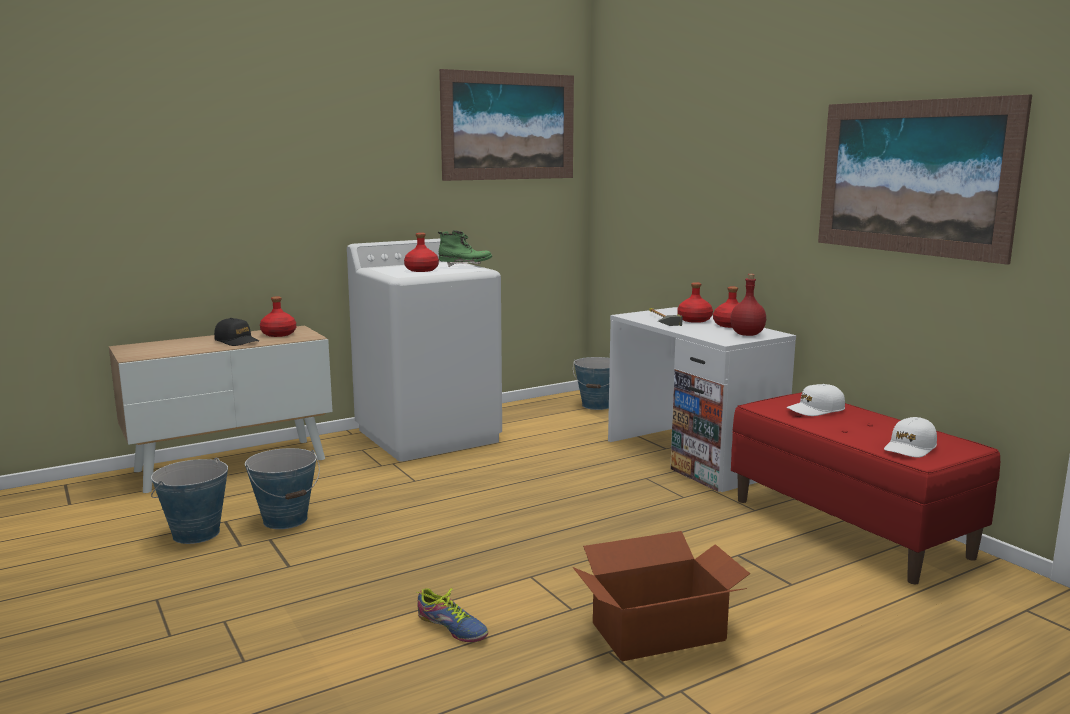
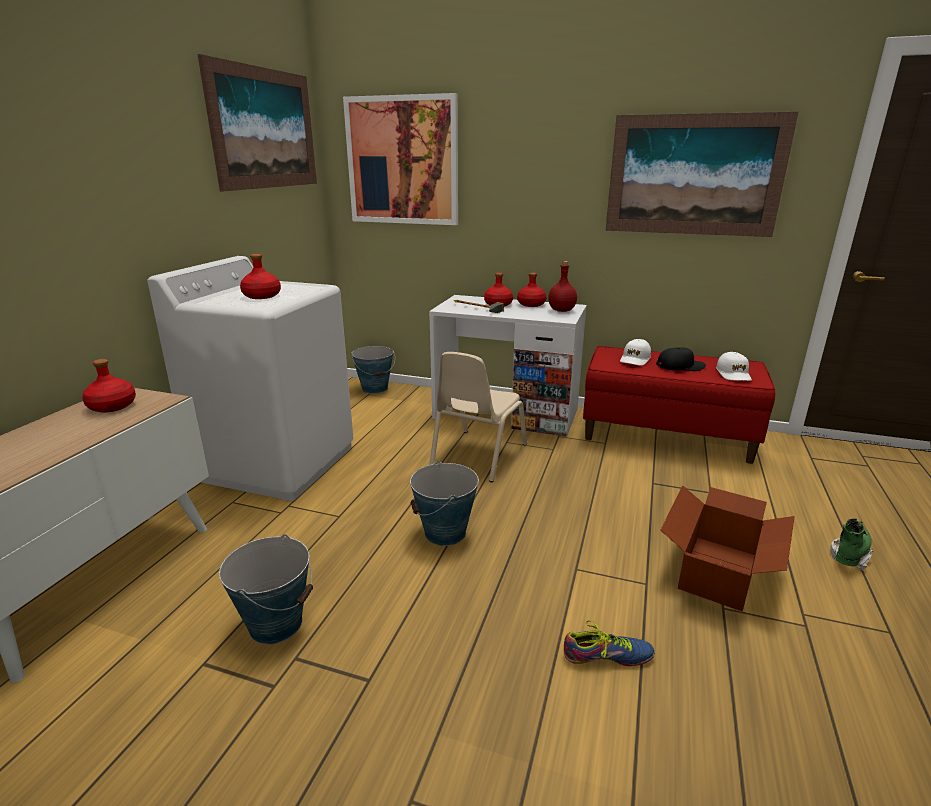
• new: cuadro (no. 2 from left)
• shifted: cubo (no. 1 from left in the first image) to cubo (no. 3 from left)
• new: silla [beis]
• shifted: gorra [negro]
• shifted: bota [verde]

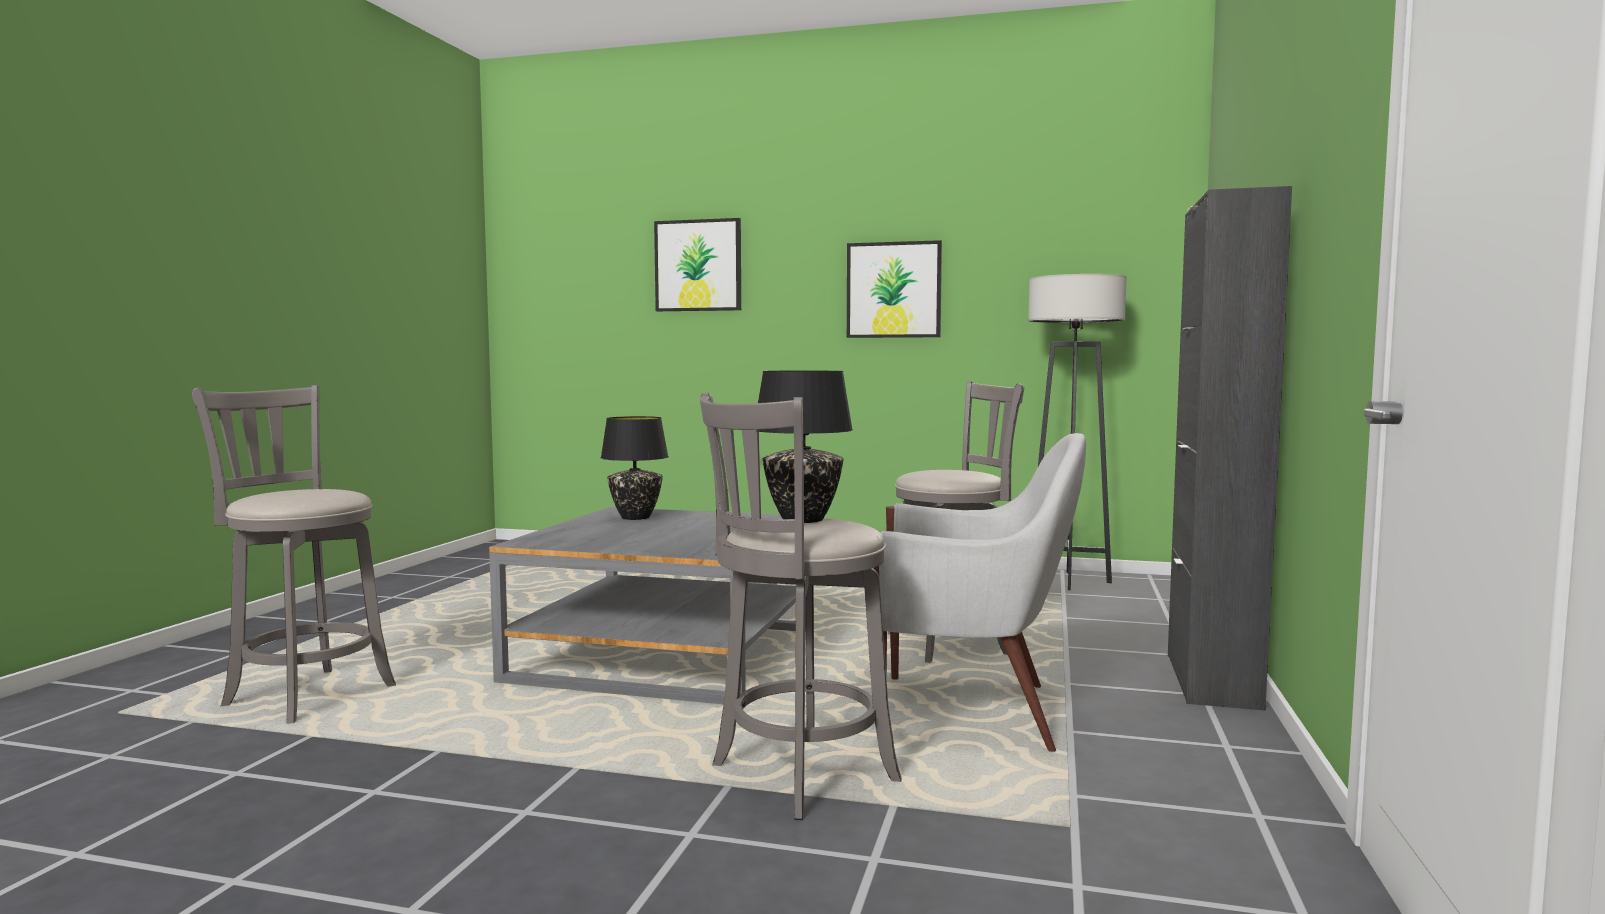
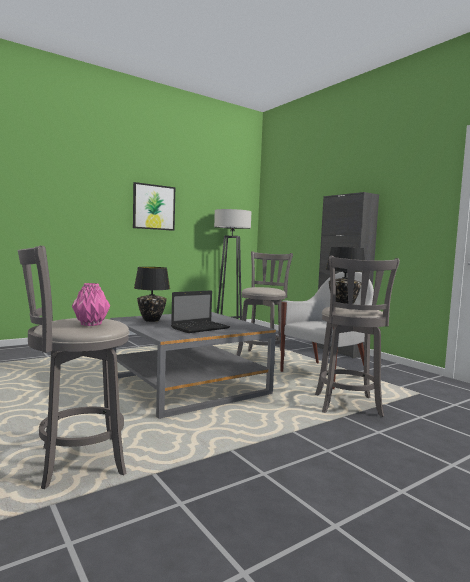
• new: florero [rosa]
• new: portátil
• gone: cuadro (no. 1 from left)

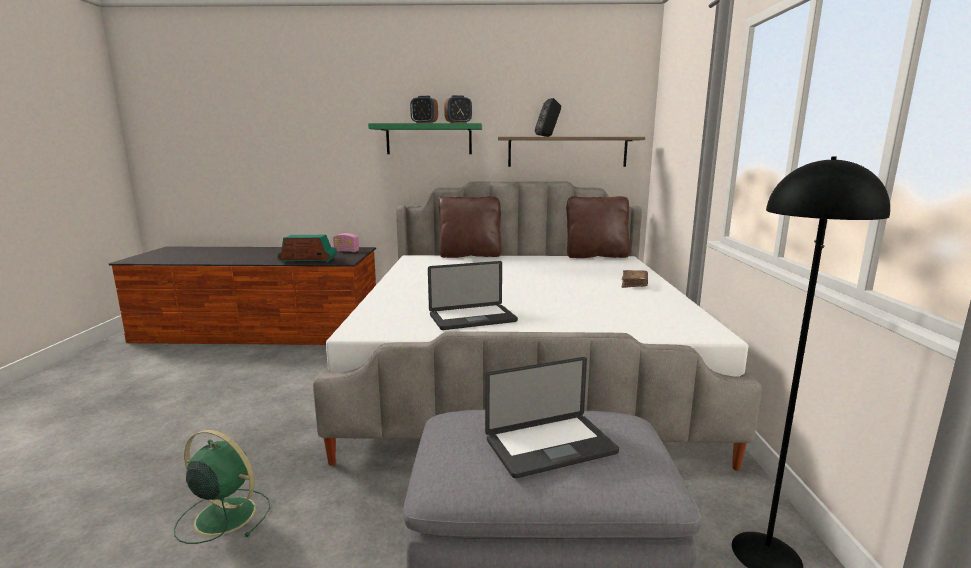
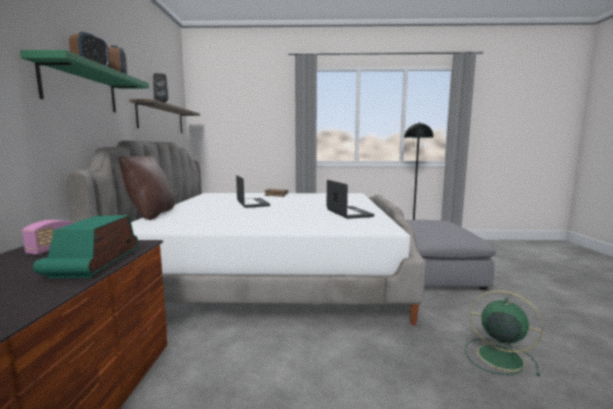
• shifted: portátil (no. 2 from left in the first image) to portátil (no. 1 from left)
• rotated: ventilador [verde] 105 degrees clockwise
• gone: cojín [marrón] (no. 2 from left)

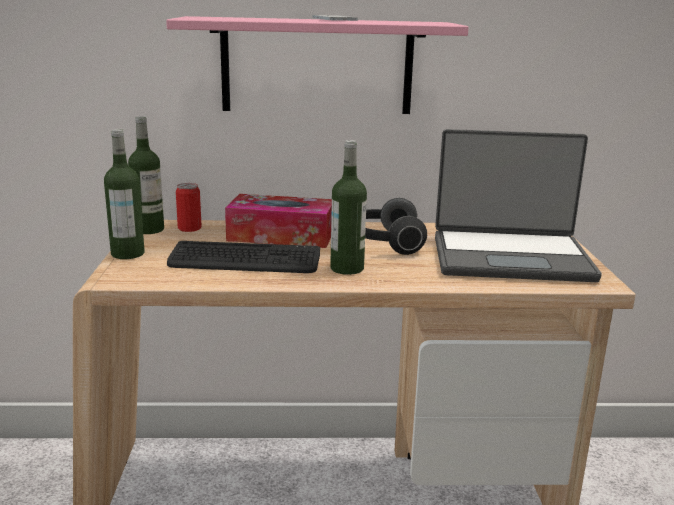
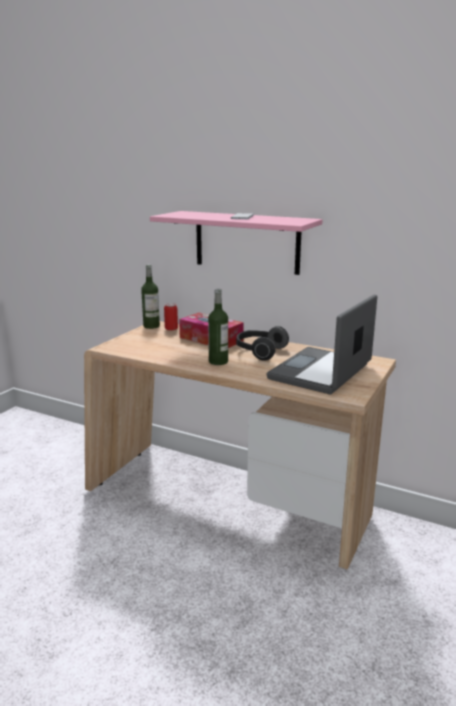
• rotated: portátil 90 degrees clockwise
• gone: botella (no. 1 from left)
• gone: teclado

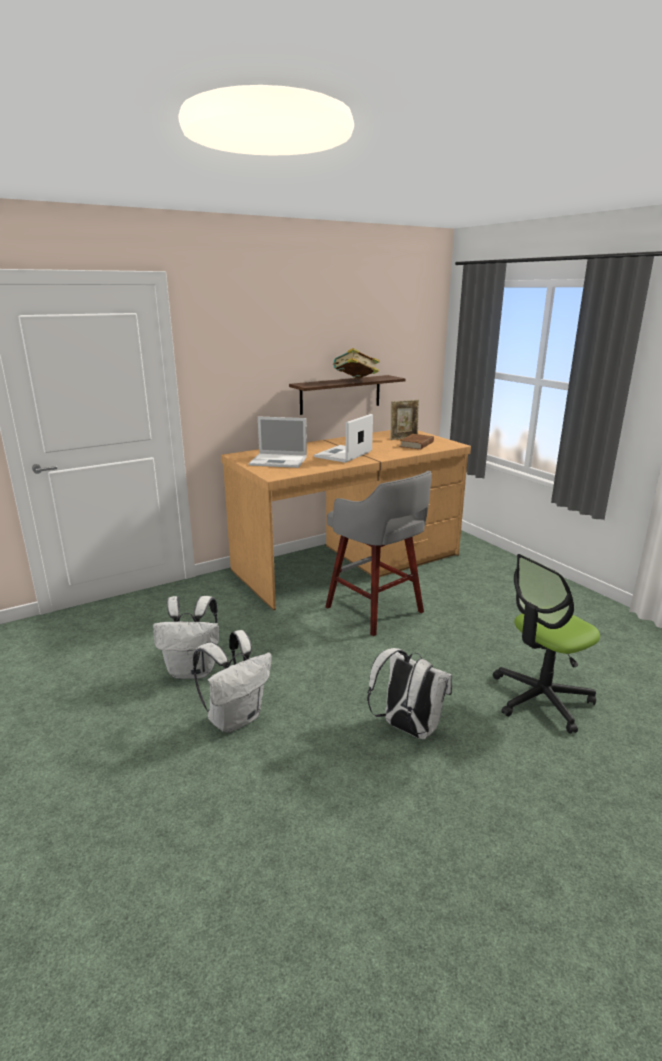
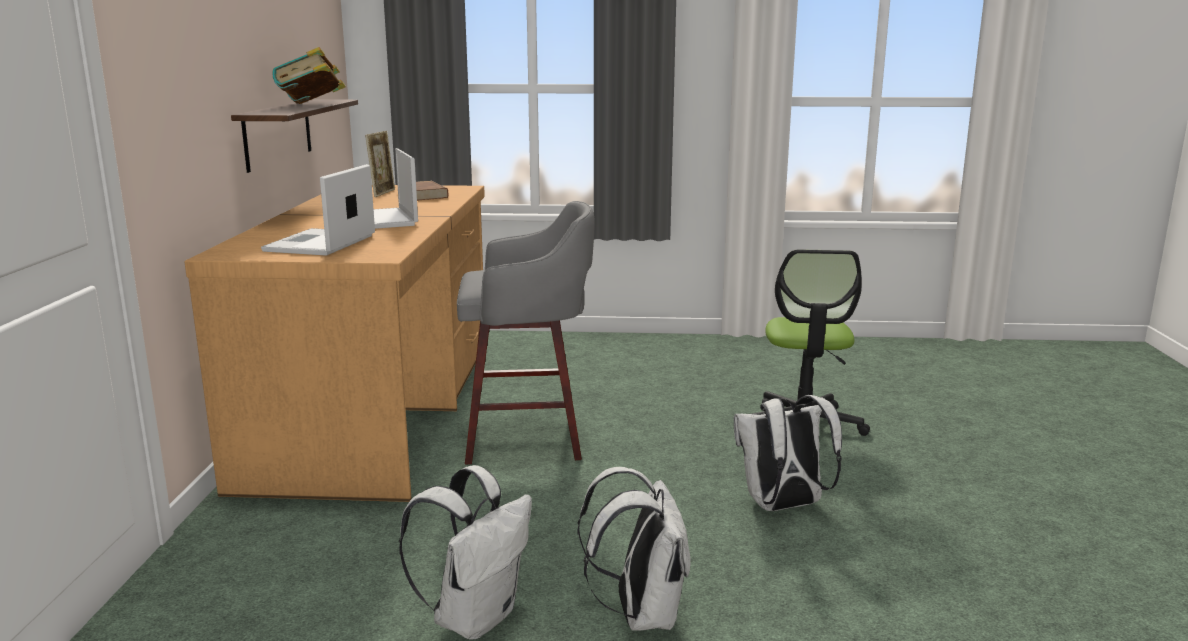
• rotated: portátil (no. 1 from left) 150 degrees clockwise

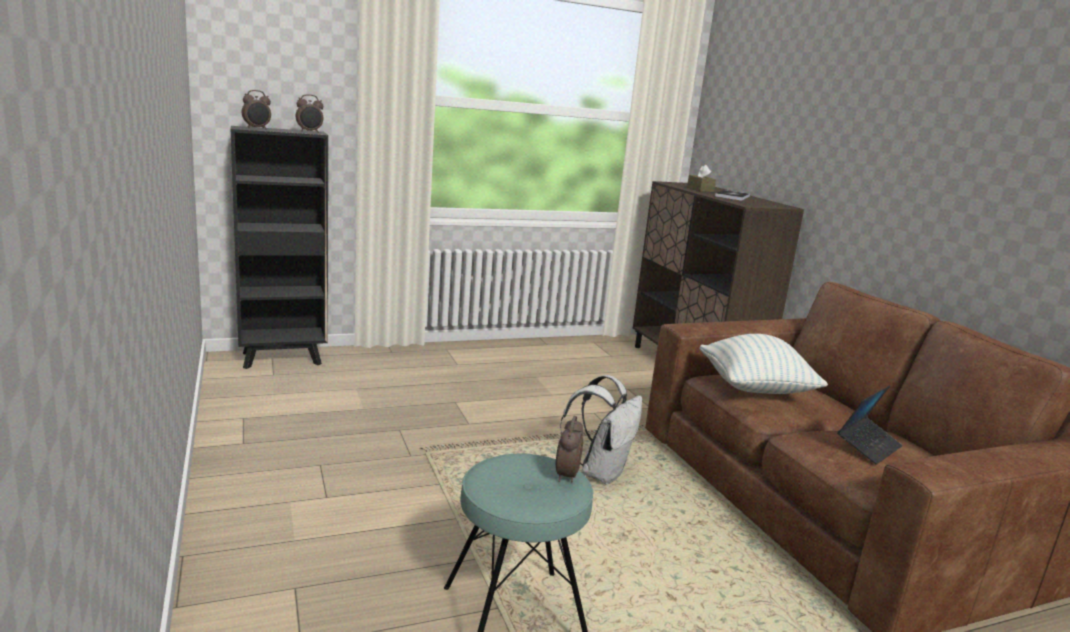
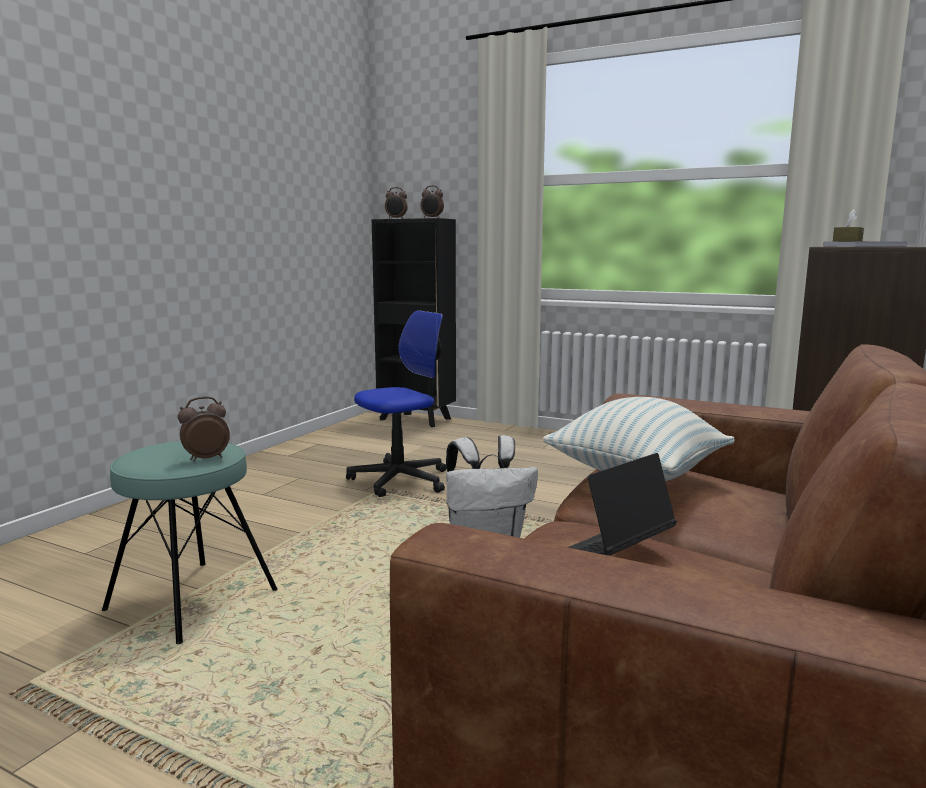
• new: silla de oficina
• rotated: portátil 135 degrees clockwise

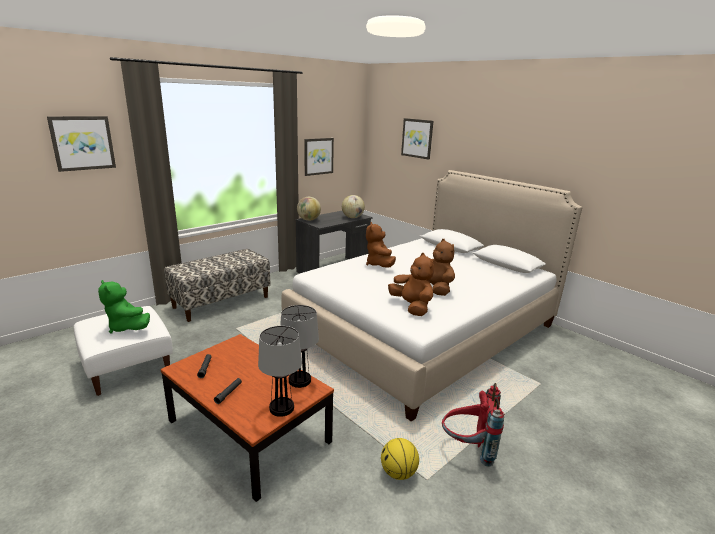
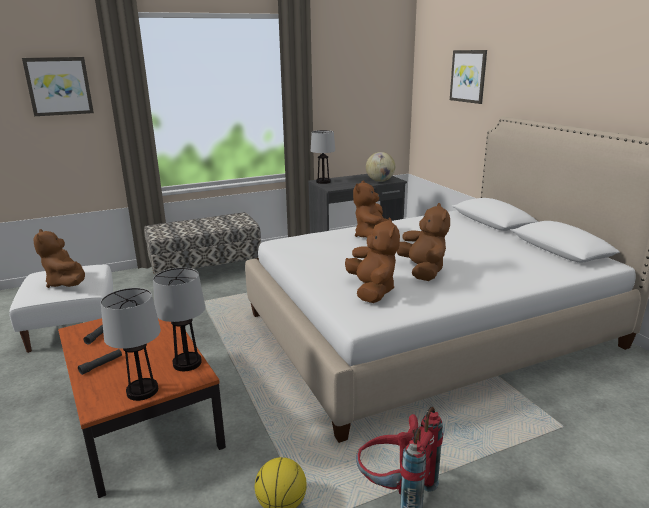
• repainted: peluche [verde] to peluche [marrón] (no. 1 from left)
• swapped: globo terráqueo (no. 1 from left) to lámpara de mesa (no. 3 from left)
• gone: cuadro (no. 2 from left)

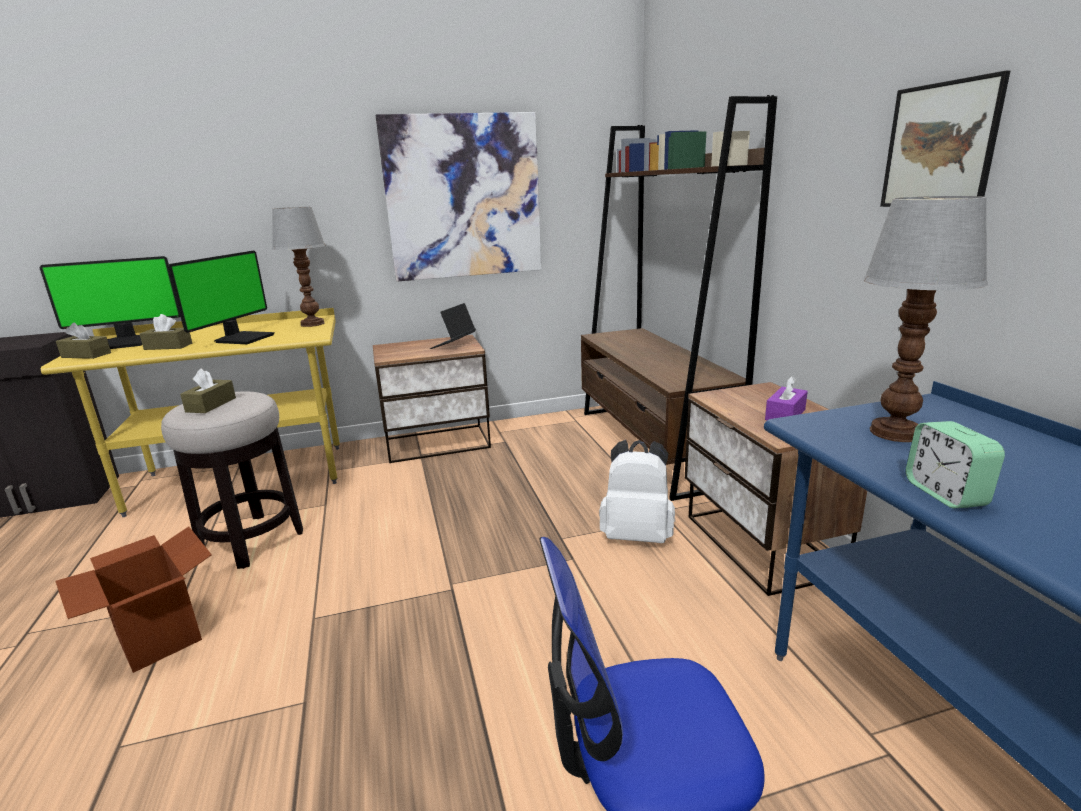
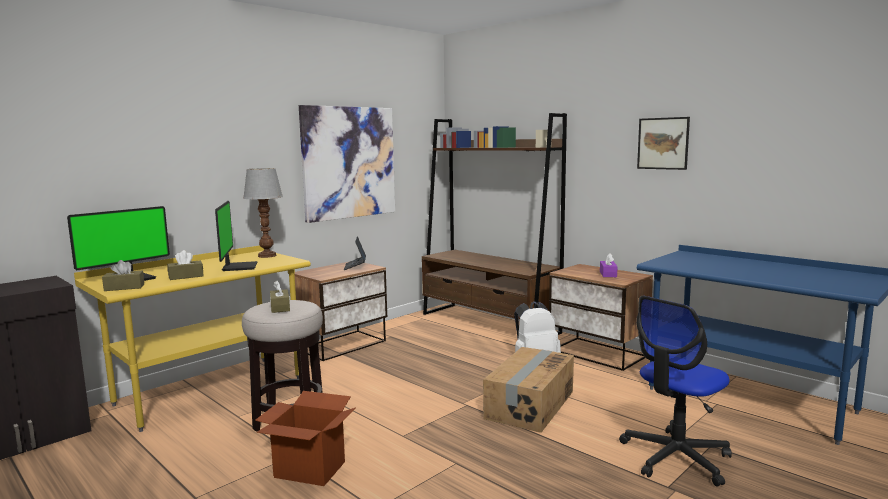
• new: caja de cartón (no. 2 from left)
• gone: lámpara de mesa (no. 2 from left)
• gone: despertador

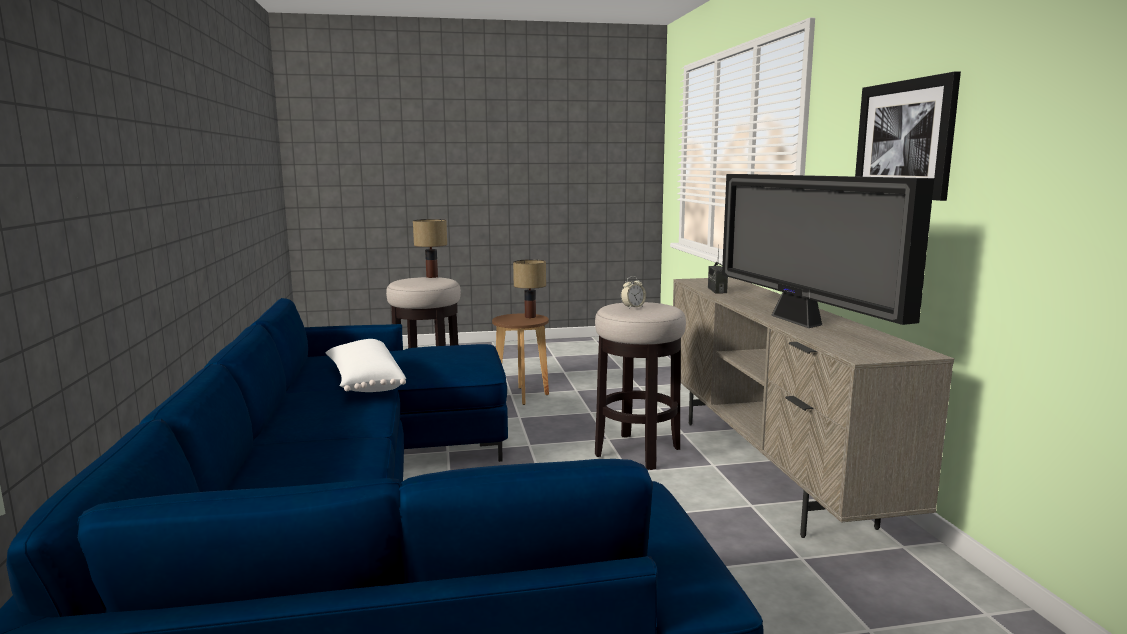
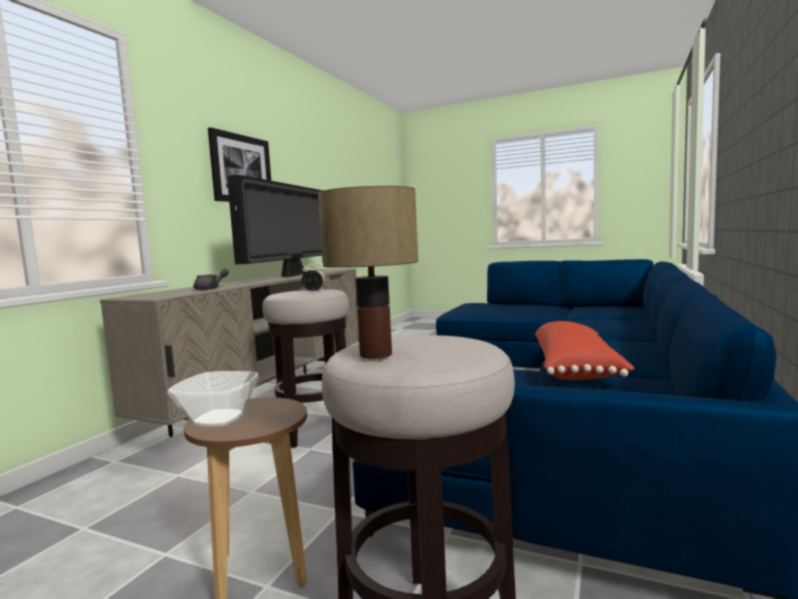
• swapped: lámpara de mesa (no. 2 from left) to cuenco
• swapped: radio to tetera [gris]
• repainted: cojín [blanco] to cojín [rojo]

